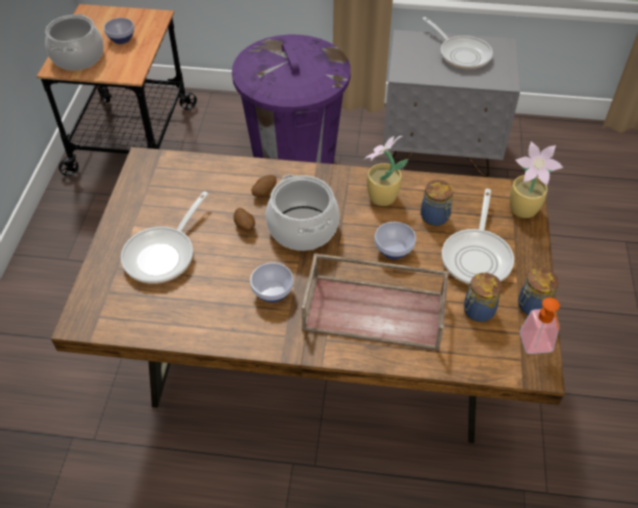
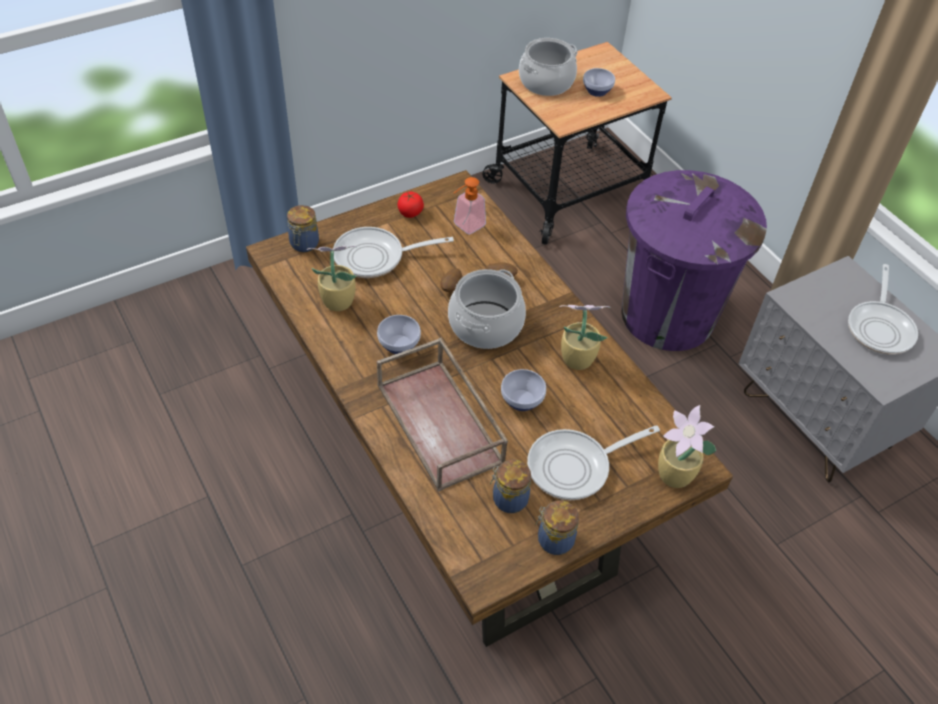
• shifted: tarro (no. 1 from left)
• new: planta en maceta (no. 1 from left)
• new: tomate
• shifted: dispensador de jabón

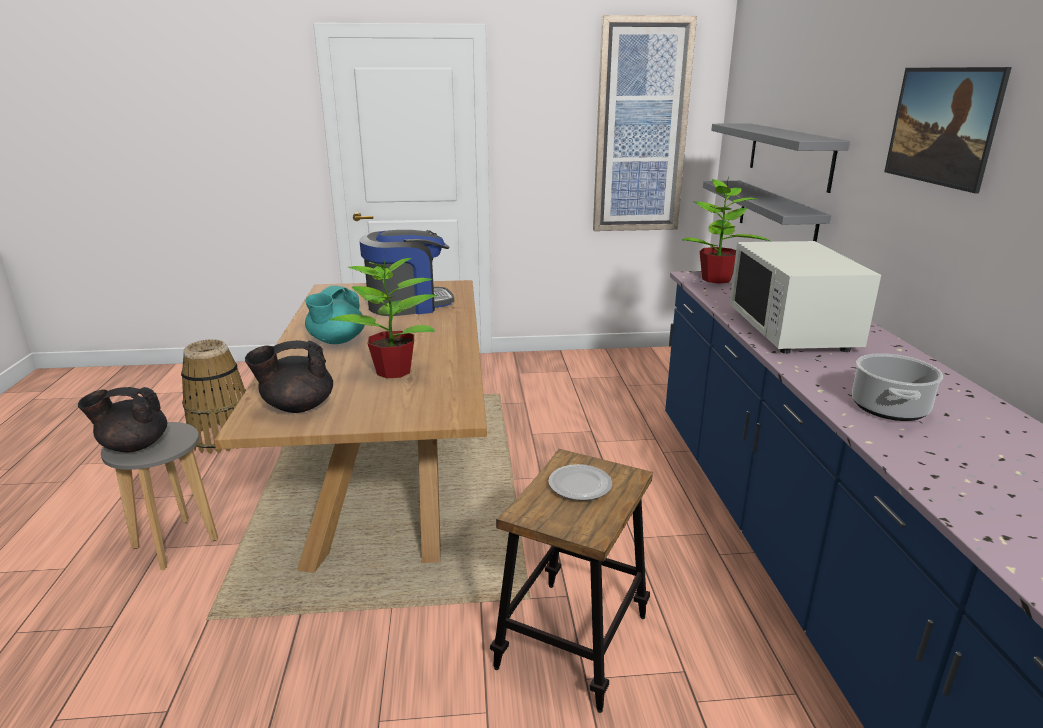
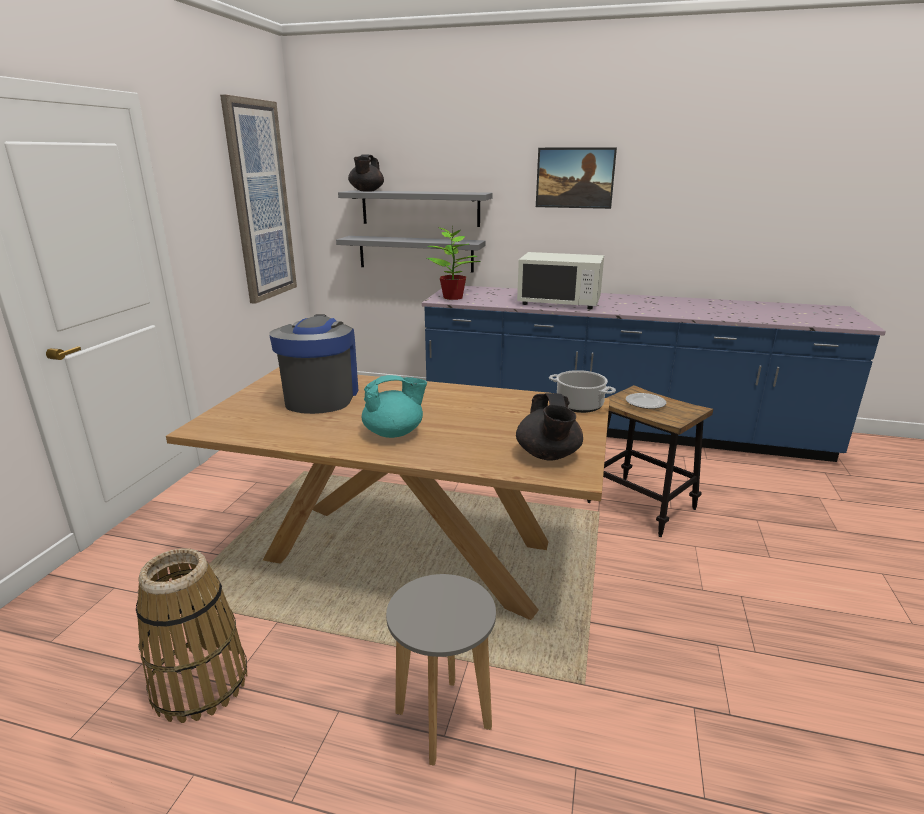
• shifted: tetera [negro] (no. 1 from left)
• rotated: tetera [turquesa] 60 degrees counterclockwise
• shifted: olla
• gone: planta en maceta (no. 1 from left)

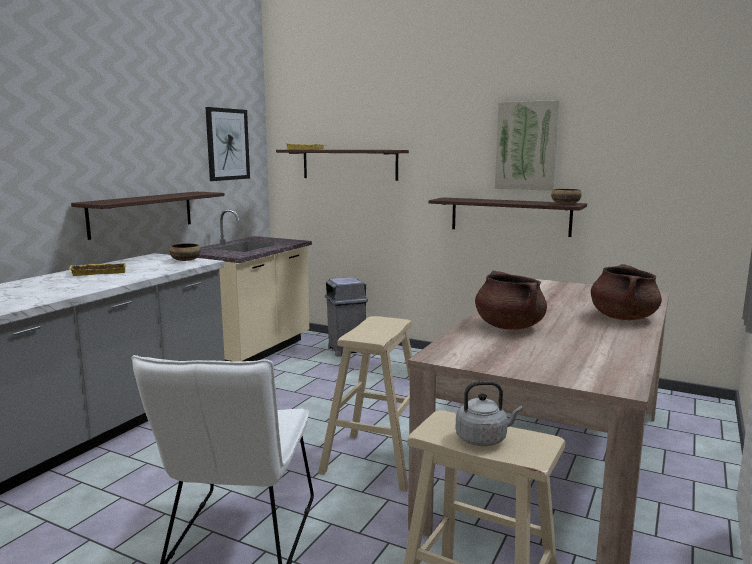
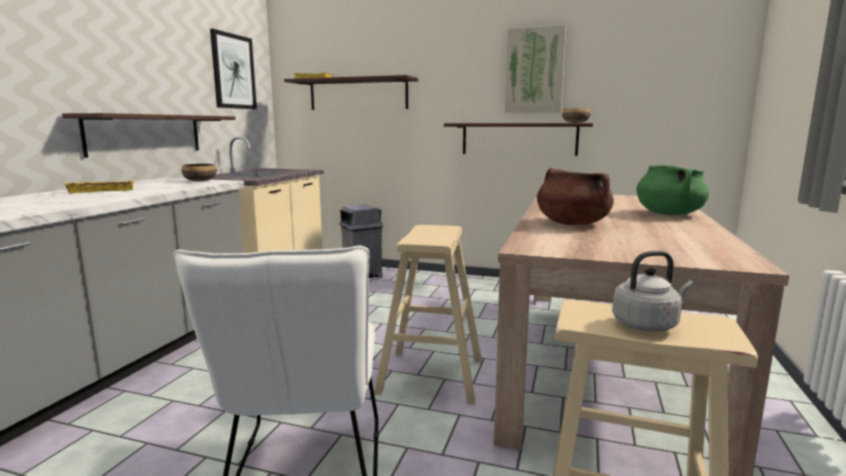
• repainted: olla [marrón] (no. 2 from left) to olla [verde]

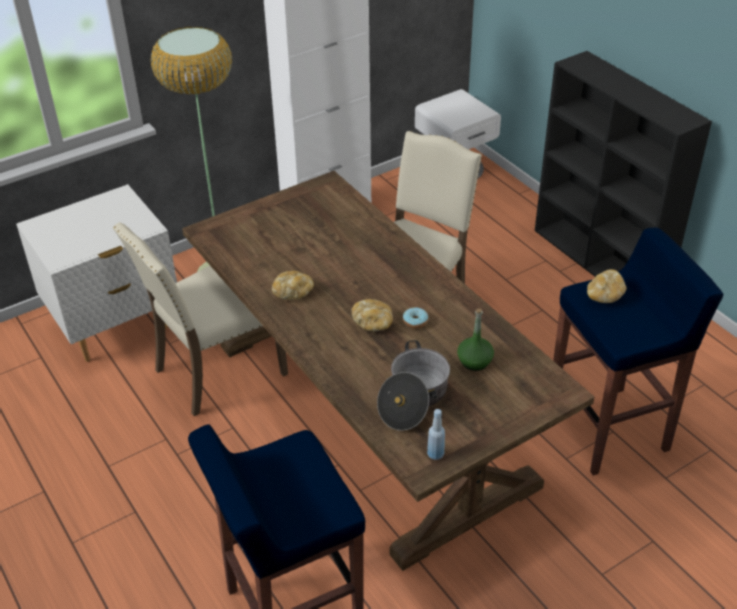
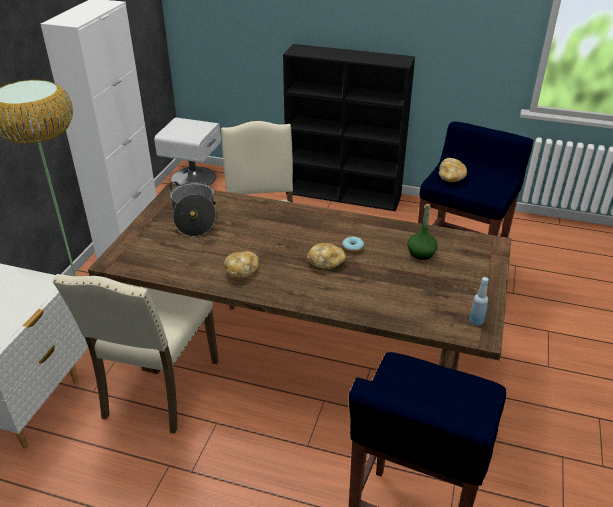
• shifted: olla

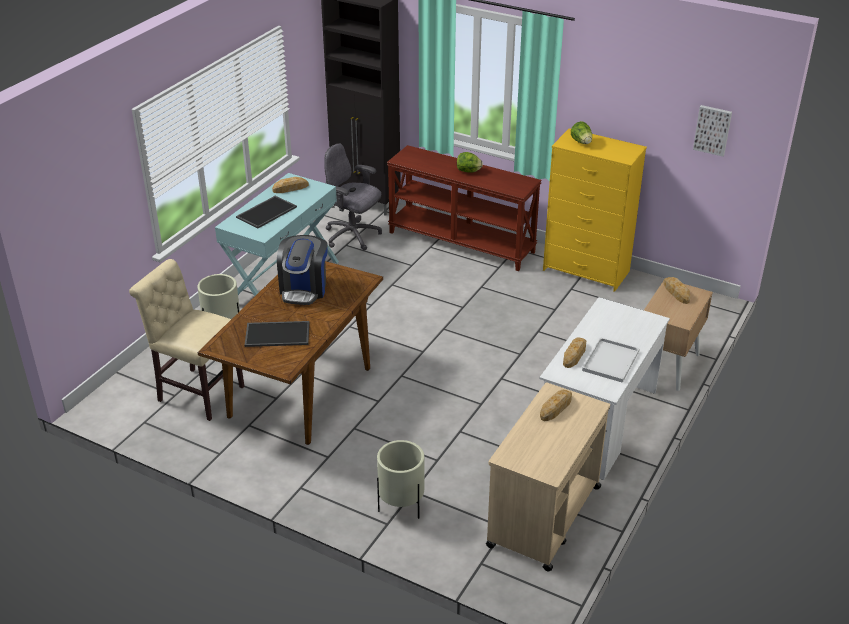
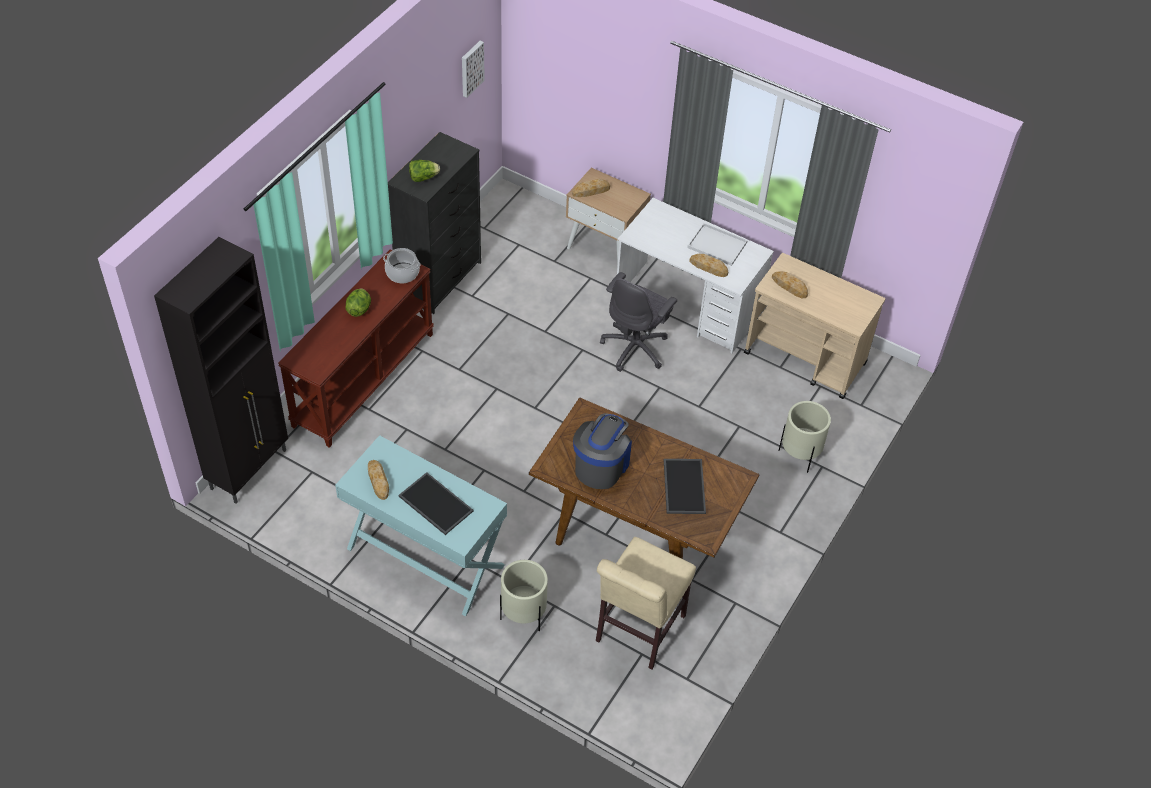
• new: olla
• repainted: cómoda [amarillo] to cómoda [negro]
• rotated: cafetera 75 degrees counterclockwise
• shifted: silla de oficina [gris]

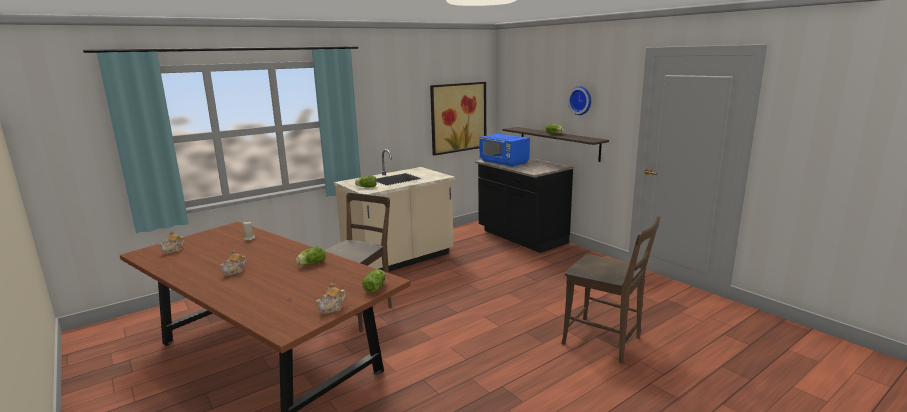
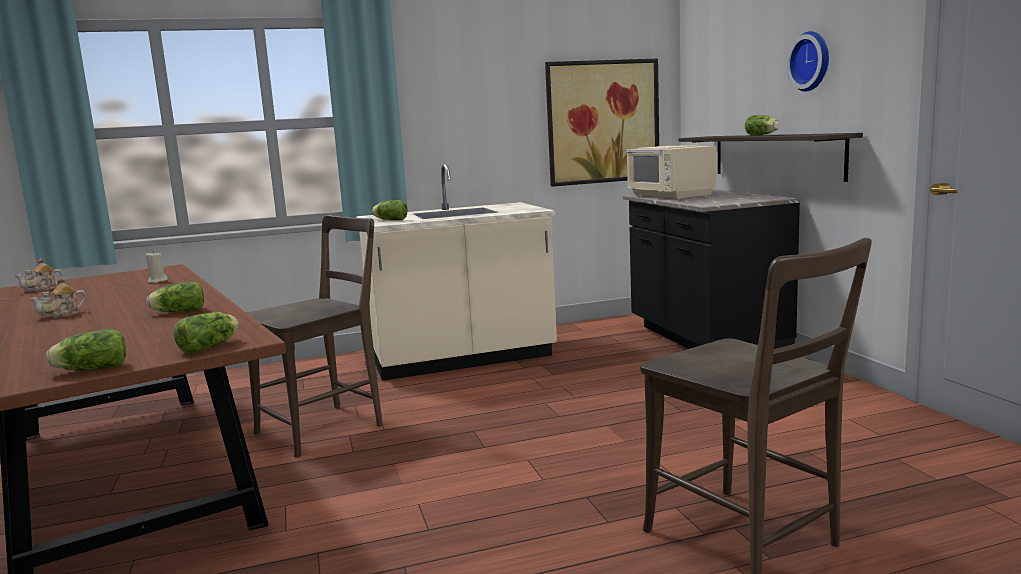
• swapped: tetera (no. 3 from left) to lechuga (no. 1 from left)
• repainted: microondas [azul] to microondas [beis]

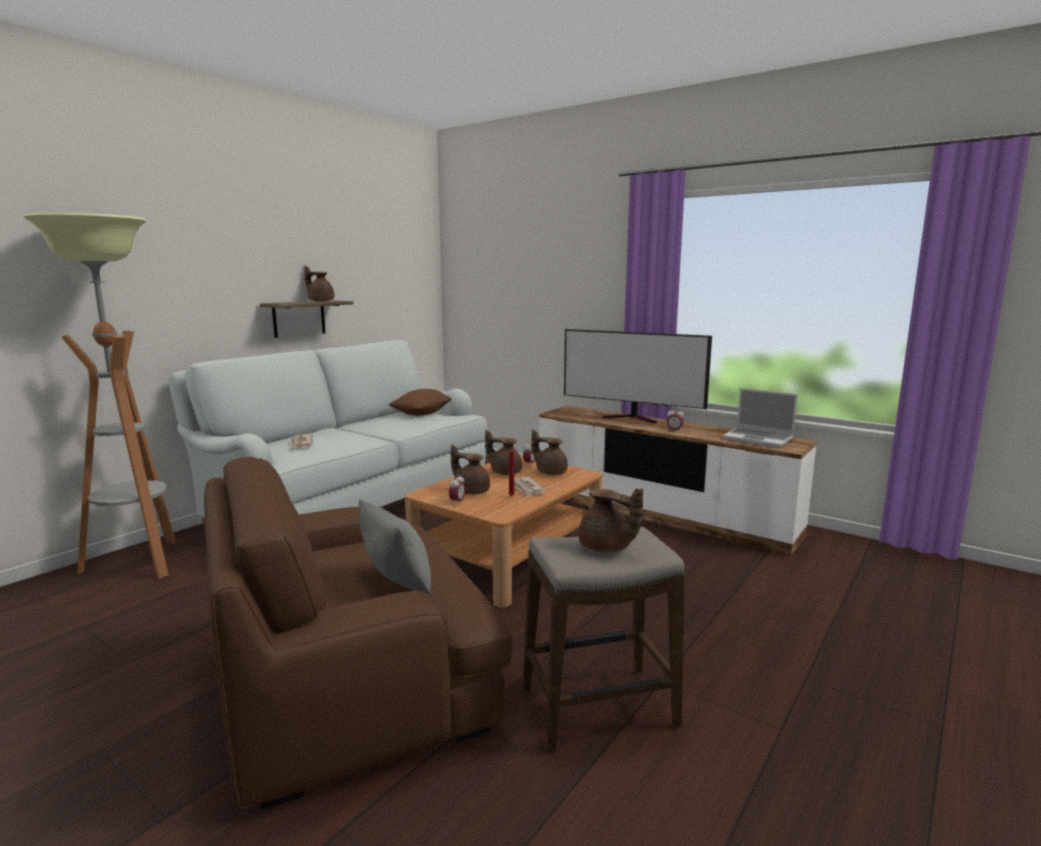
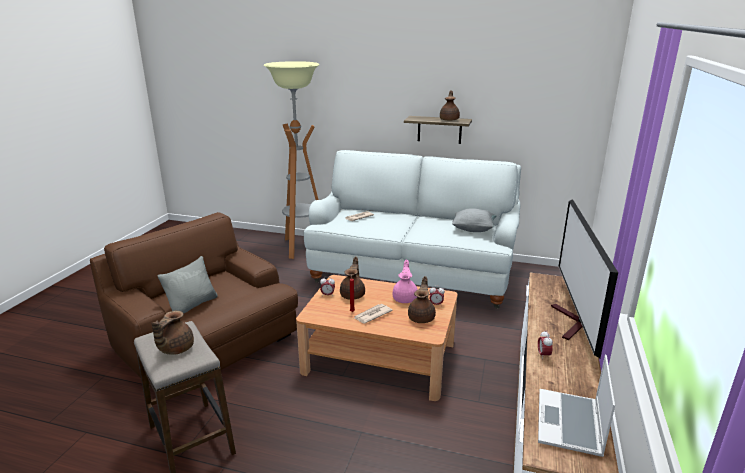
• repainted: tetera [marrón] (no. 3 from left) to tetera [rosa]
• repainted: cojín [marrón] to cojín [gris] (no. 2 from left)

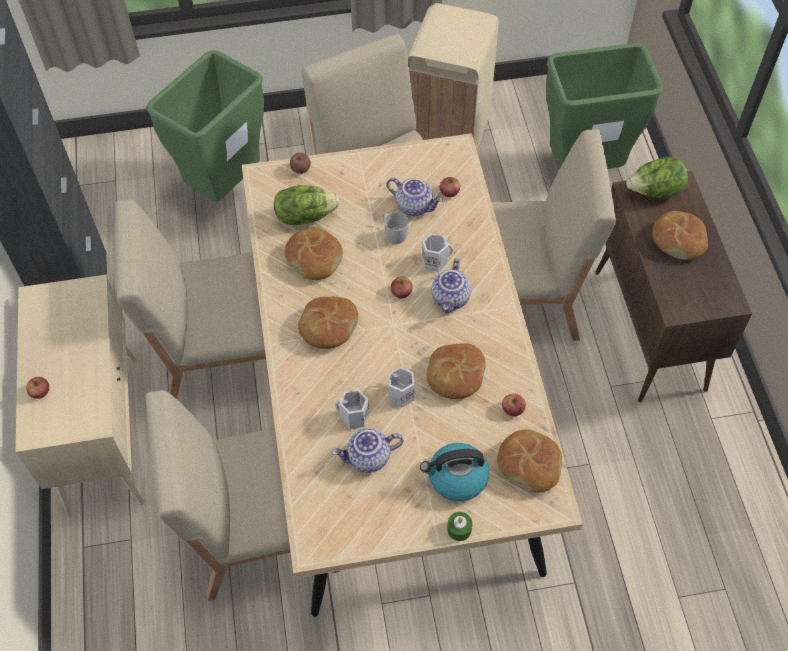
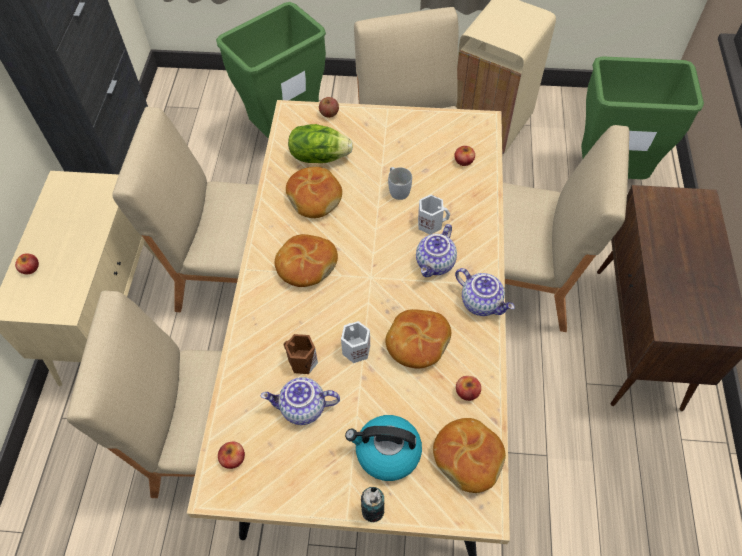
• shifted: manzana (no. 3 from left in the first image) to manzana (no. 2 from left)
• repainted: taza grande [blanco] (no. 1 from left) to taza grande [marrón]
• swapped: vela [verde] to lata
• shifted: tetera (no. 2 from left in the first image) to tetera (no. 3 from left)
• gone: lechuga (no. 2 from left)
• gone: pan (no. 5 from left)

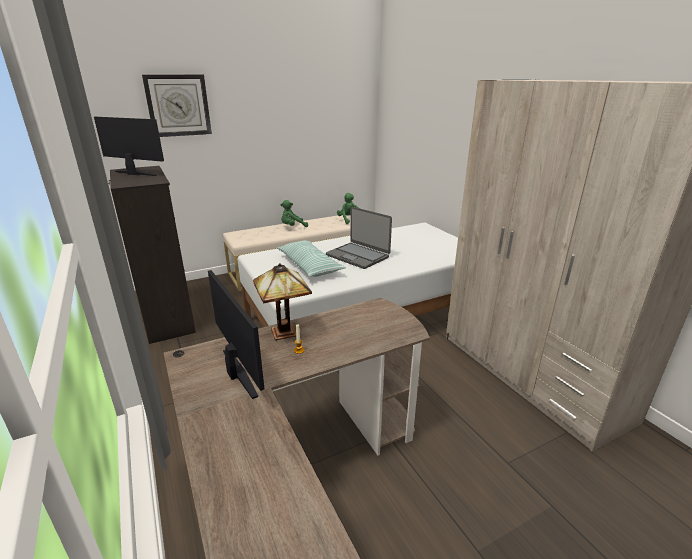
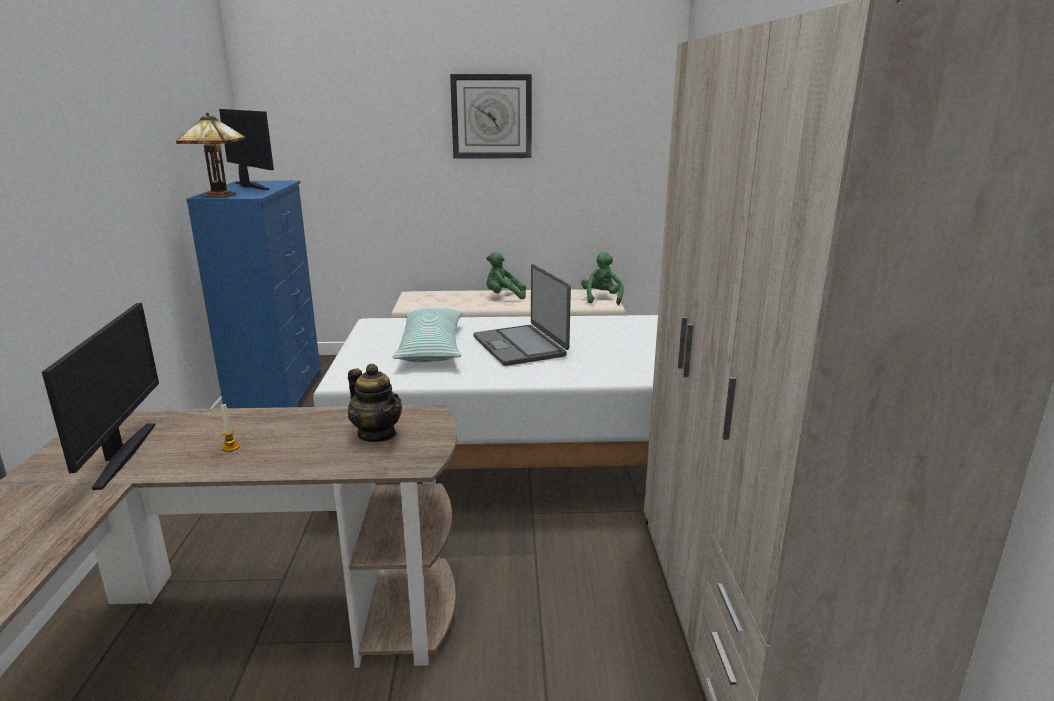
• shifted: lámpara de mesa
• repainted: cómoda [negro] to cómoda [azul]
• new: tetera
• shifted: reloj de pared

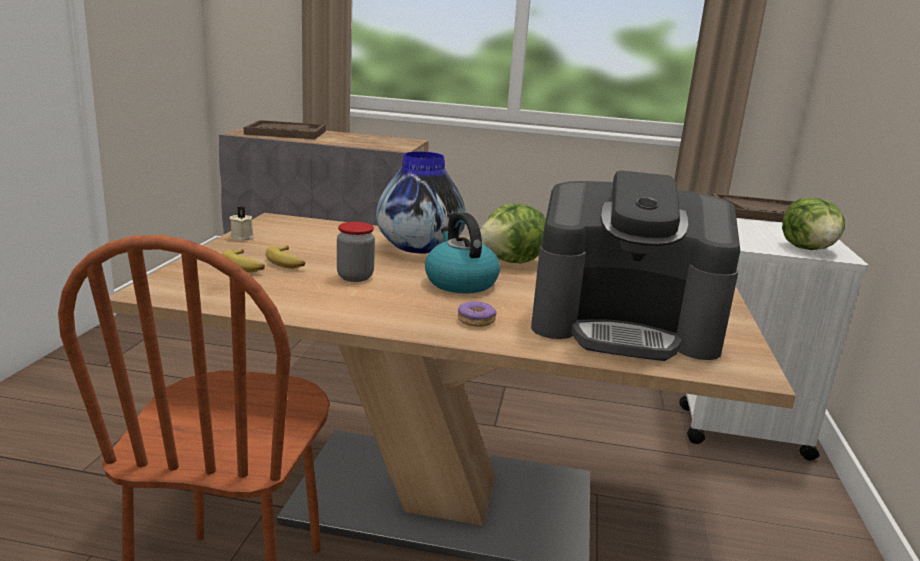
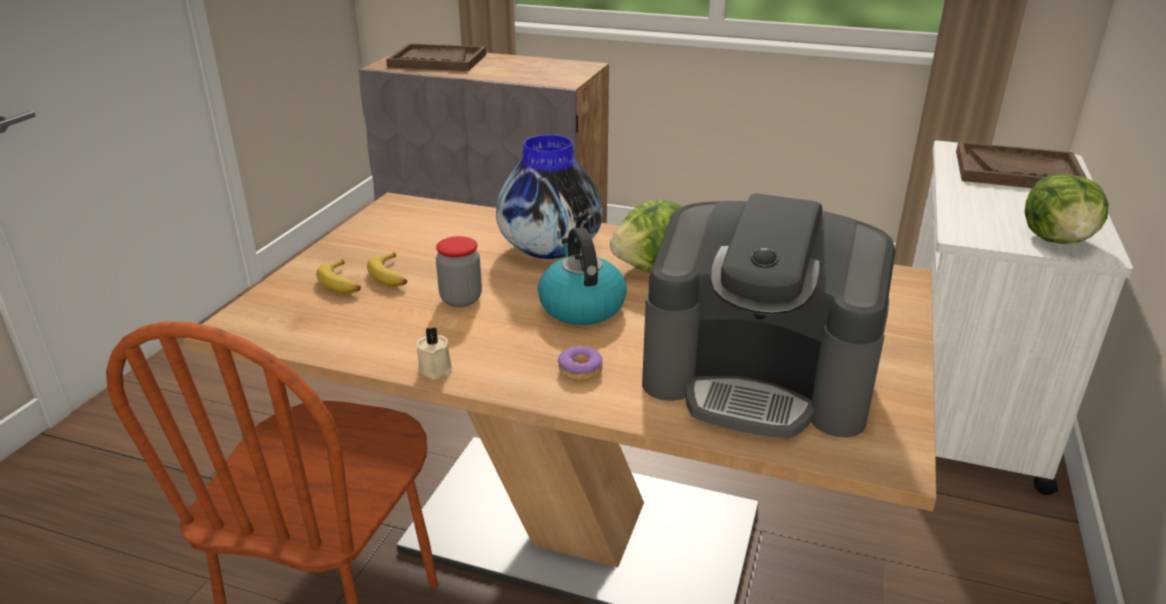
• shifted: vela [beis]

